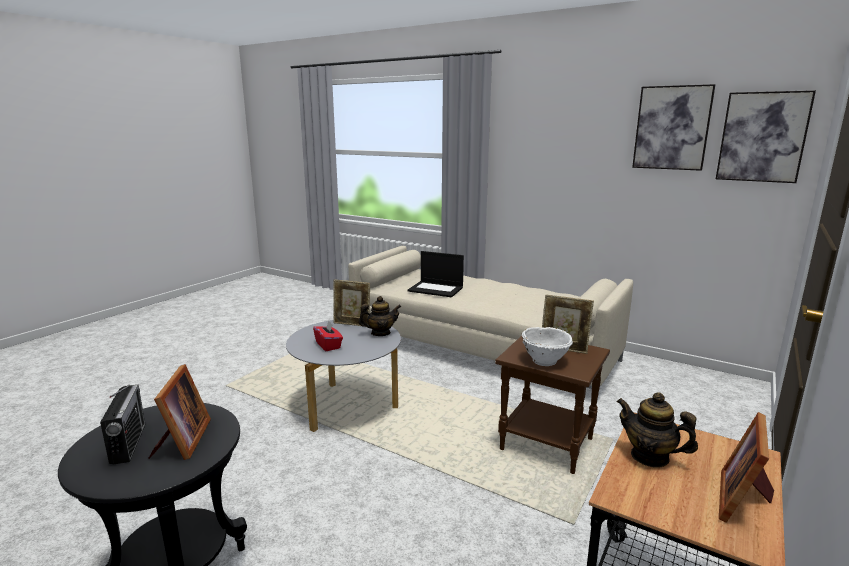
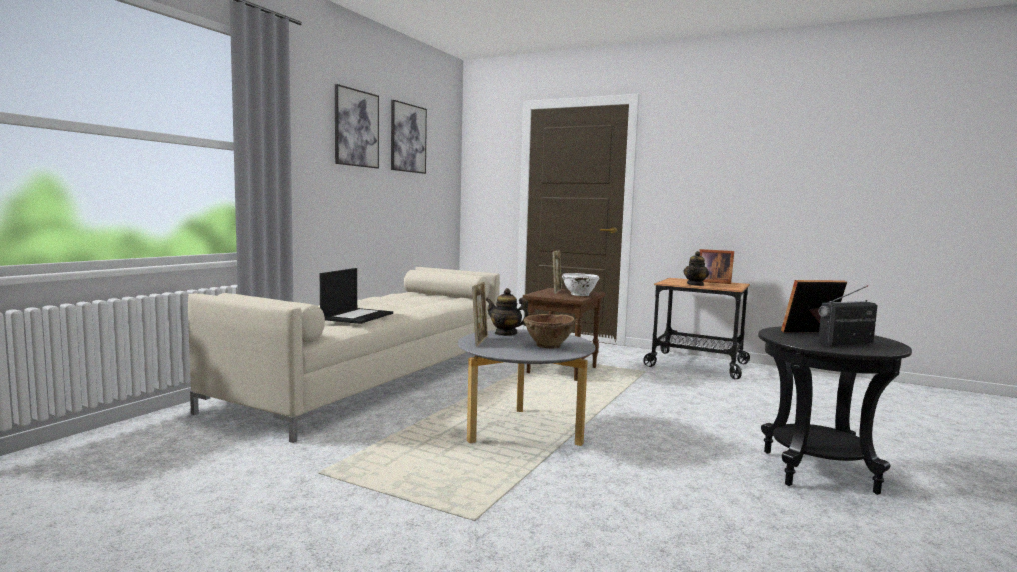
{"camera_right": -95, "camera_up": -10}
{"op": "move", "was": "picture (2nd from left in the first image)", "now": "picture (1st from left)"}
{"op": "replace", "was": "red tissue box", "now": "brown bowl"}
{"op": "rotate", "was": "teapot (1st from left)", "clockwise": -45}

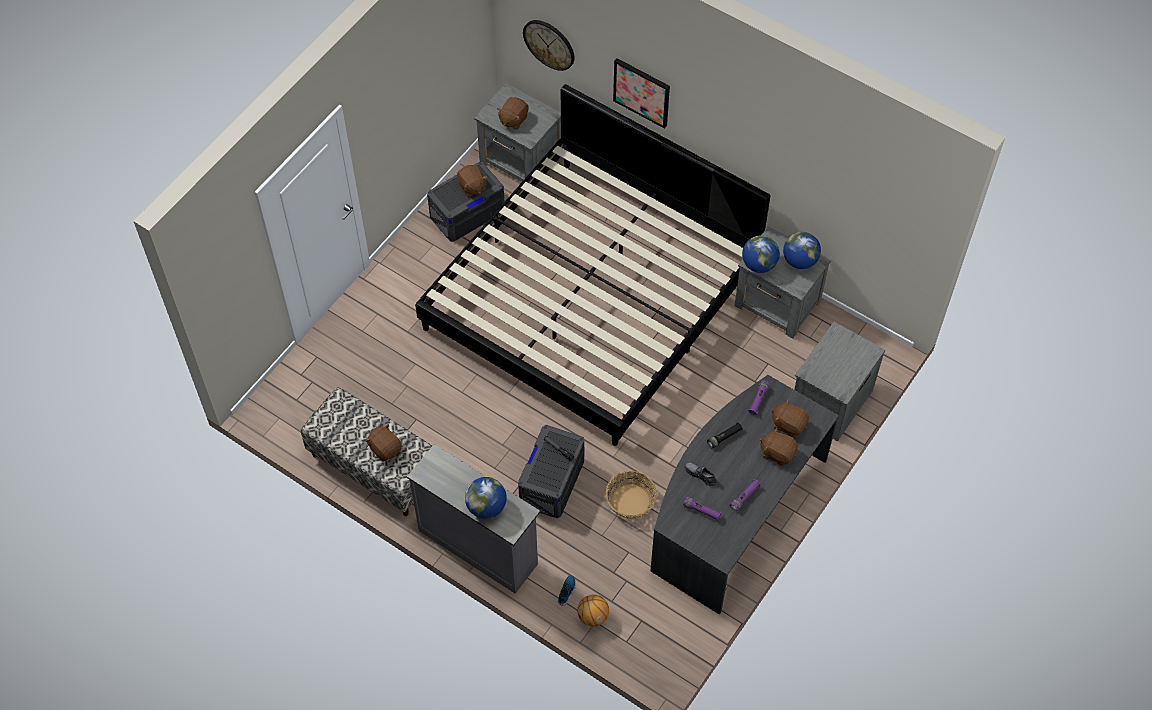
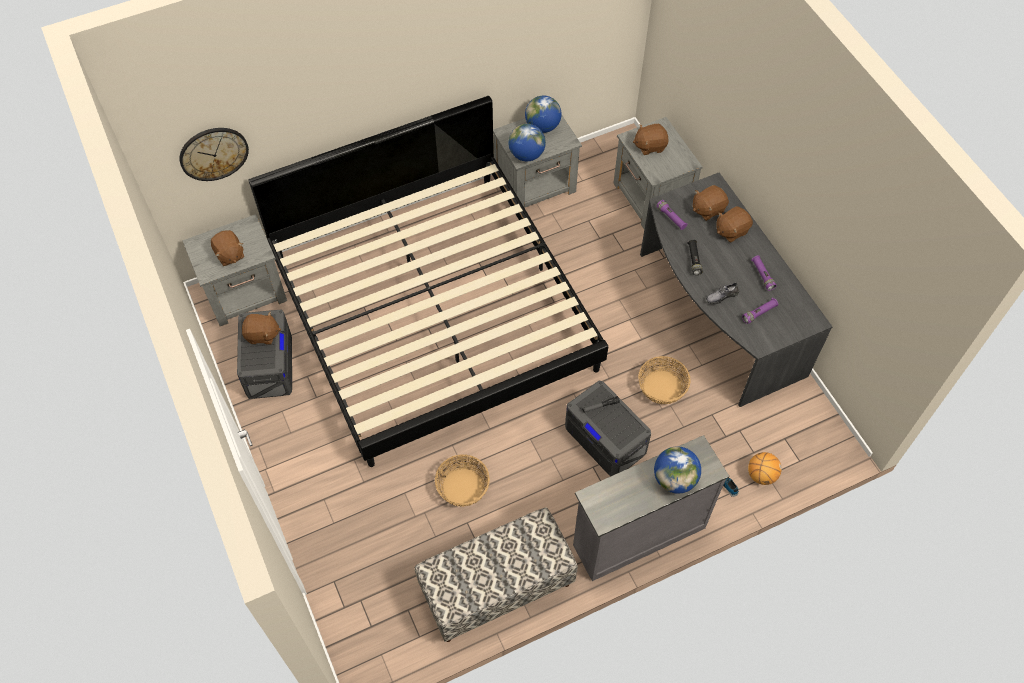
{"camera_right": -60, "camera_up": 0}
{"op": "delete", "was": "picture"}
{"op": "insert", "now": "basket (1st from left)"}
{"op": "move", "was": "brown plush toy (1st from left in the first image)", "now": "brown plush toy (3rd from left)"}

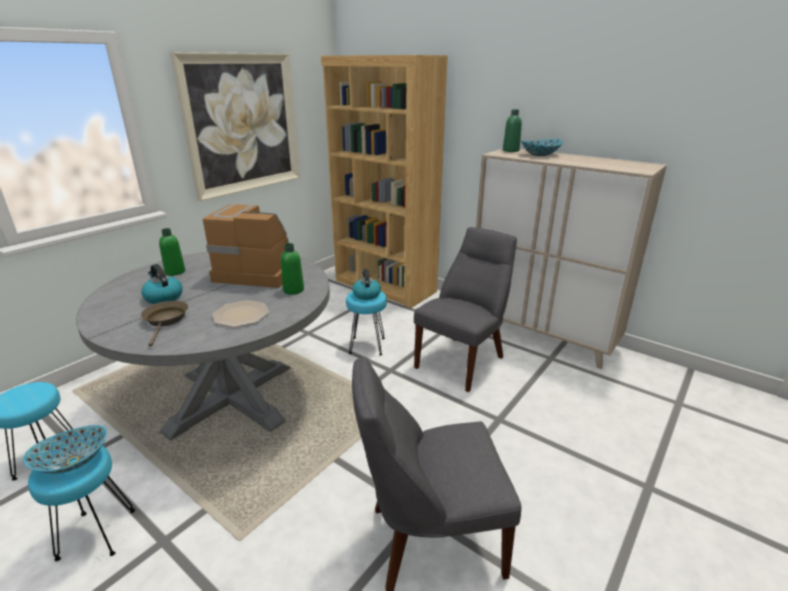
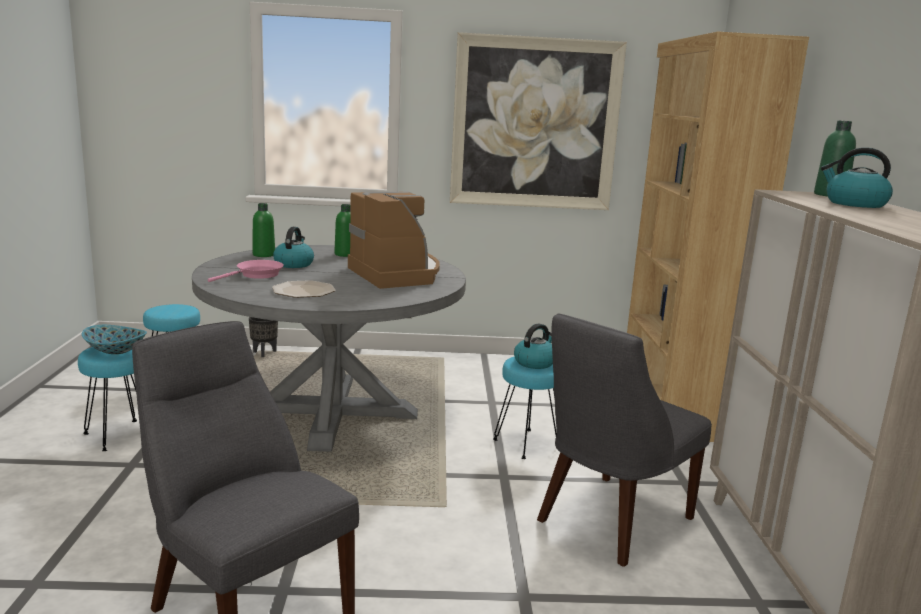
{"camera_right": 50, "camera_up": -10}
{"op": "insert", "now": "black planter"}
{"op": "move", "was": "green bottle (2nd from left in the first image)", "now": "green bottle (1st from left)"}
{"op": "replace", "was": "bowl (2nd from left)", "now": "kettle (3rd from left)"}
{"op": "recolor", "was": "brown frying pan", "now": "pink frying pan"}
{"op": "rotate", "was": "grey chair (2nd from left)", "clockwise": 135}

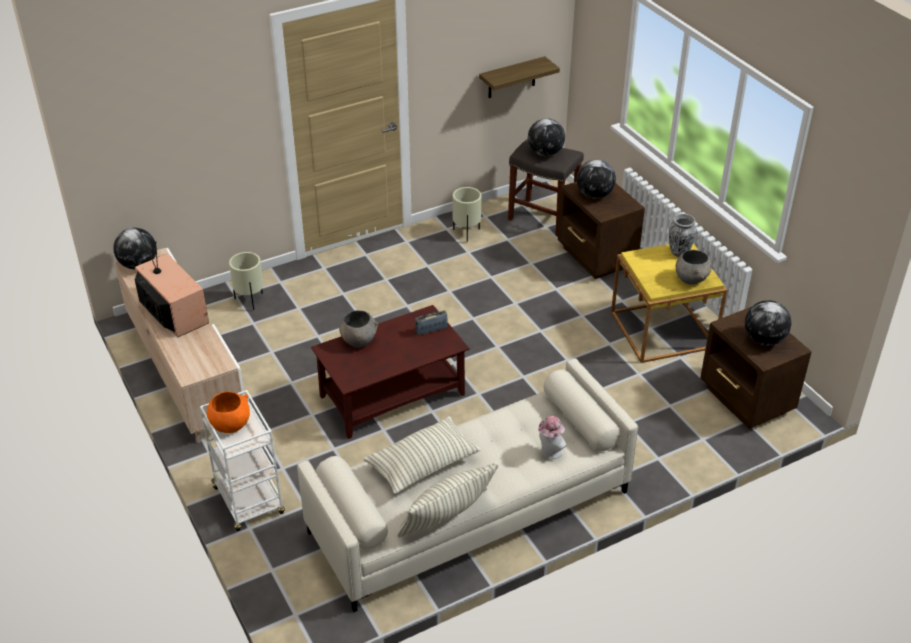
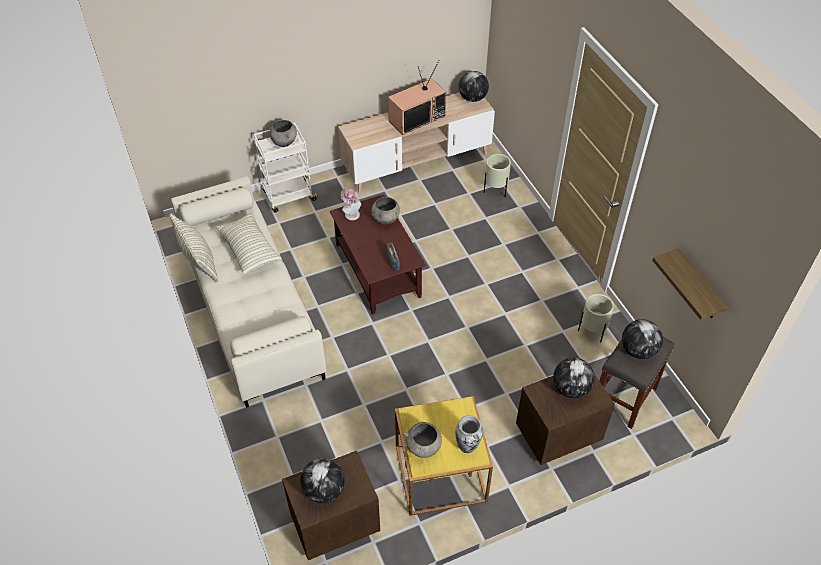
{"camera_right": 95, "camera_up": 10}
{"op": "move", "was": "hat"}
{"op": "recolor", "was": "orange bowl", "now": "grey bowl (1st from left)"}

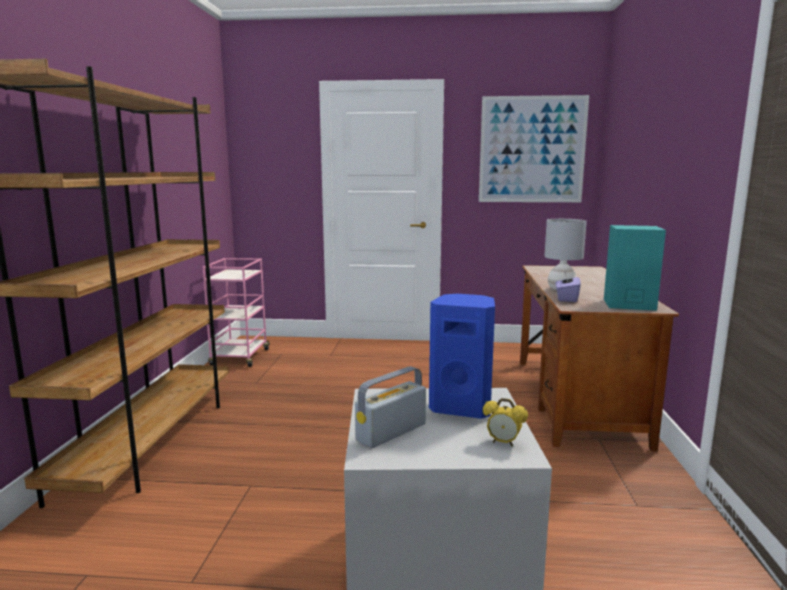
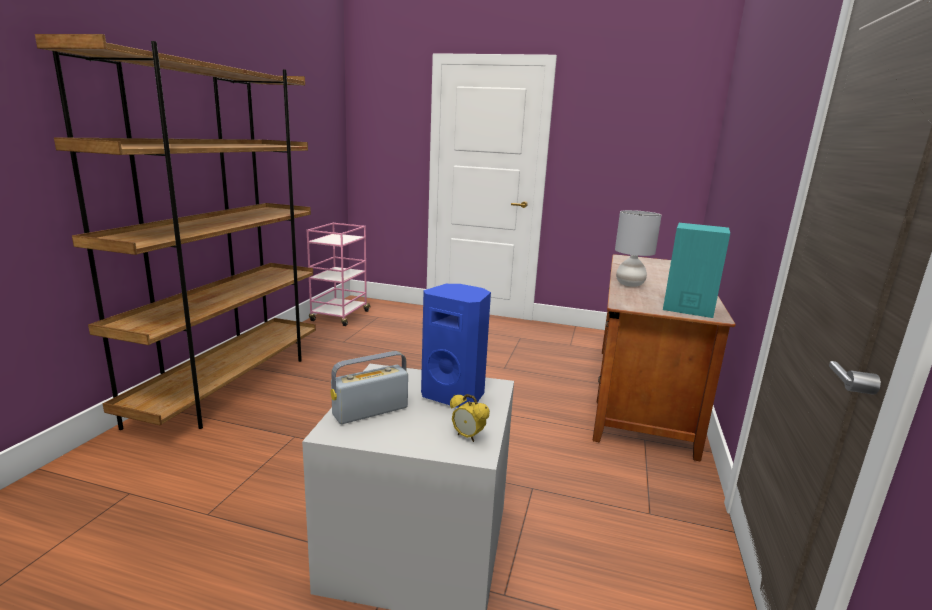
{"camera_right": 10, "camera_up": 5}
{"op": "delete", "was": "picture"}
{"op": "delete", "was": "purple tissue box"}

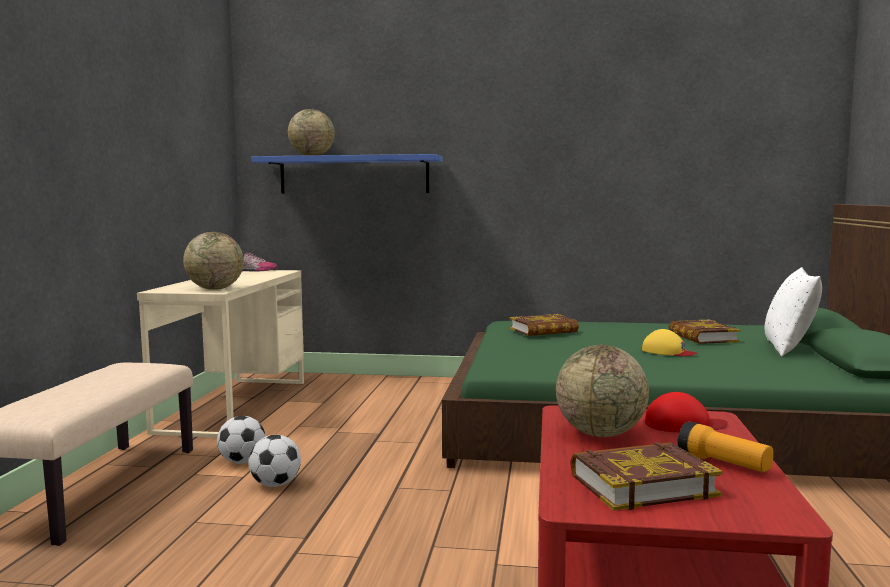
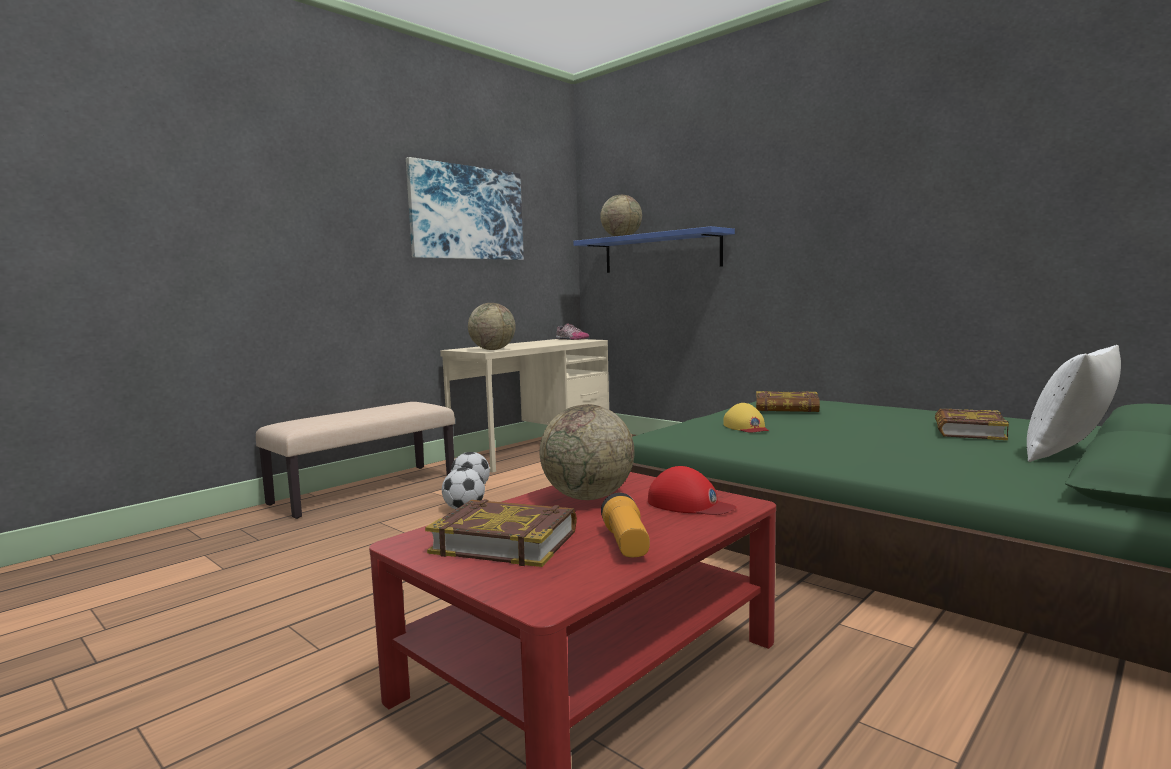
{"camera_right": 35, "camera_up": 0}
{"op": "insert", "now": "picture"}
{"op": "move", "was": "yellow cap"}

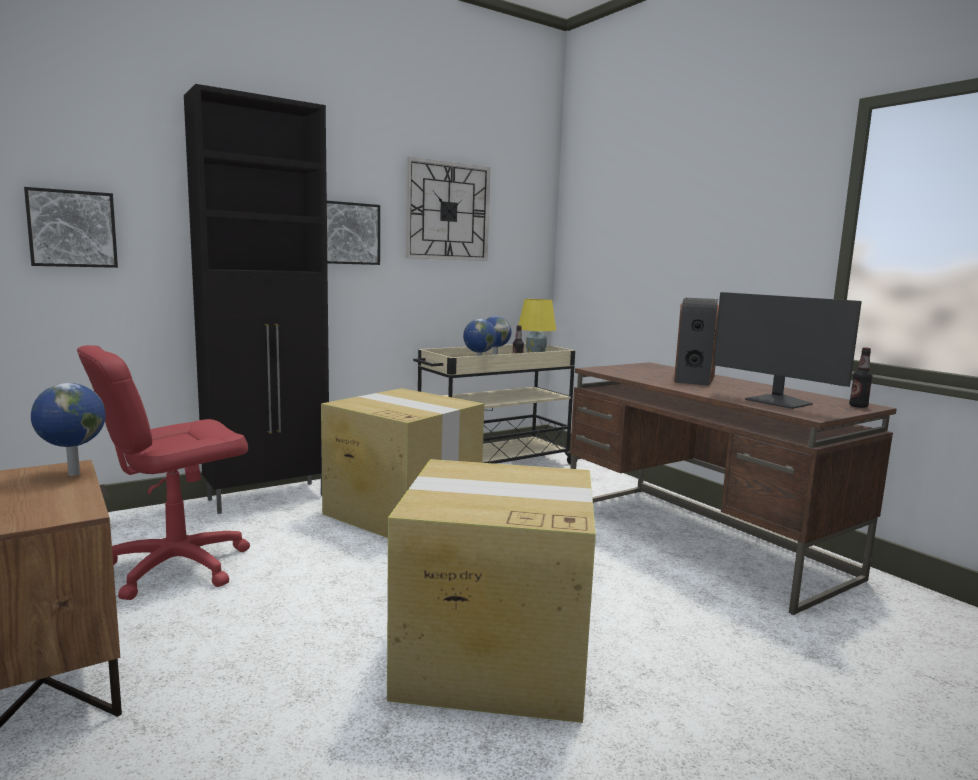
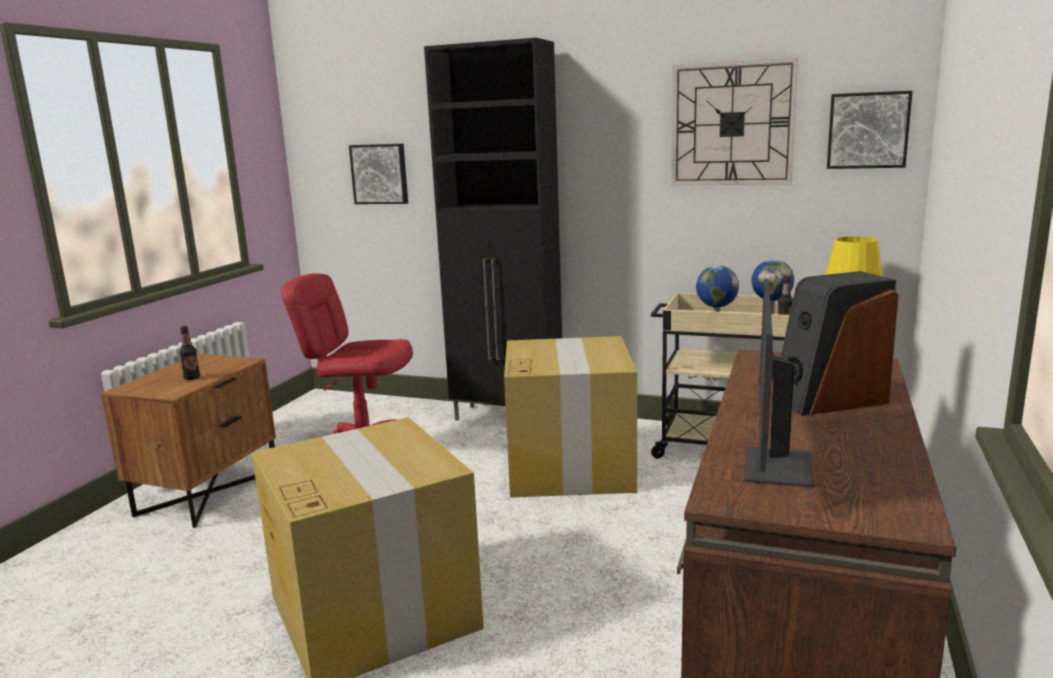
{"camera_right": 55, "camera_up": 5}
{"op": "delete", "was": "globe (1st from left)"}
{"op": "move", "was": "picture (2nd from left)"}
{"op": "move", "was": "bottle (2nd from left in the first image)", "now": "bottle (1st from left)"}

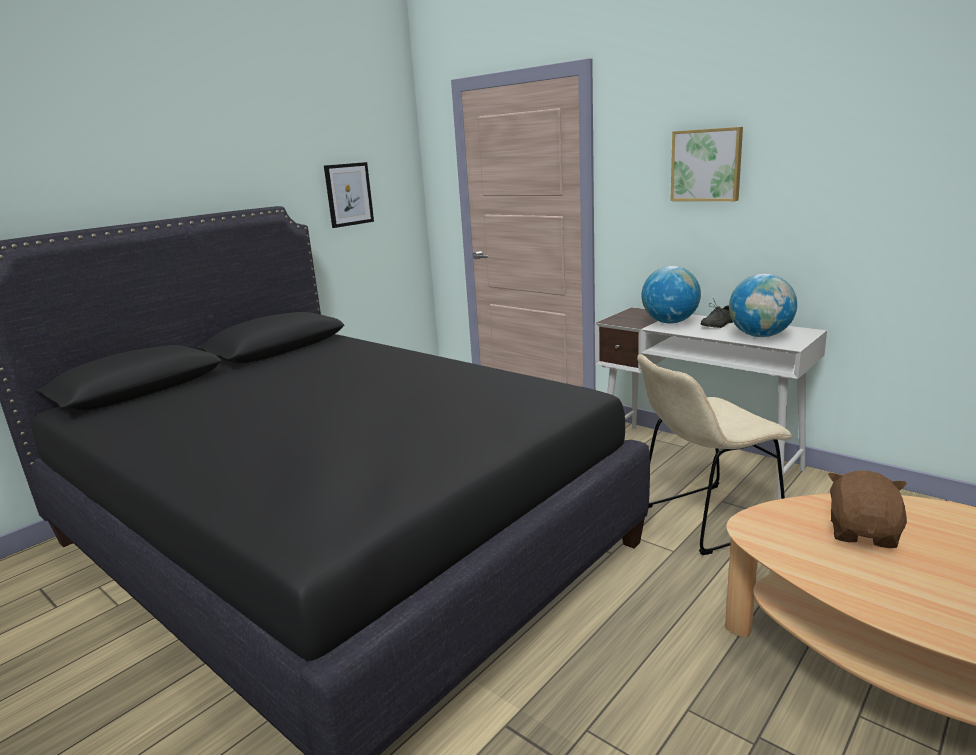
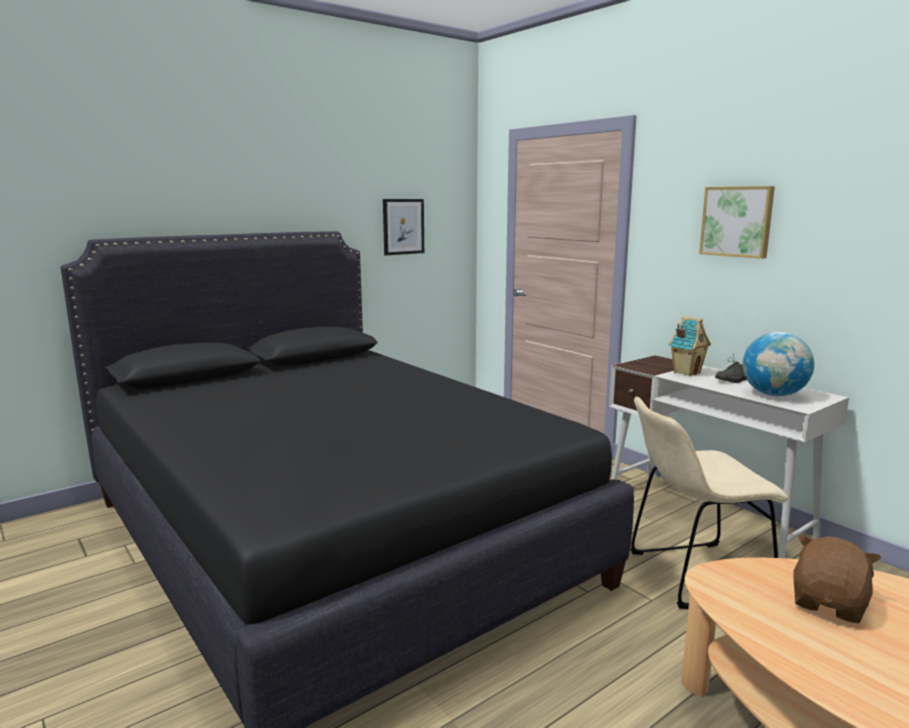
{"camera_right": 10, "camera_up": -5}
{"op": "replace", "was": "globe (1st from left)", "now": "toy house"}

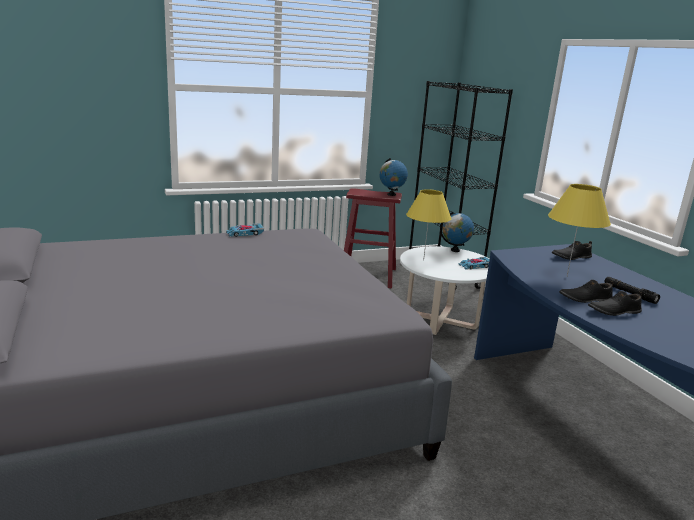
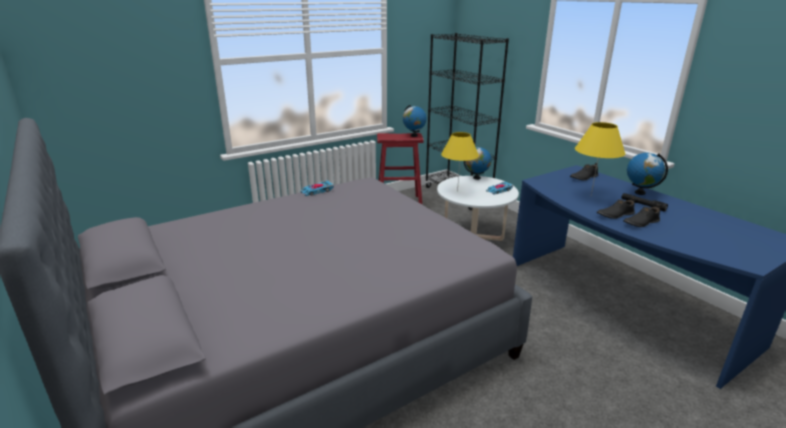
{"camera_right": -10, "camera_up": 5}
{"op": "insert", "now": "globe (3rd from left)"}

